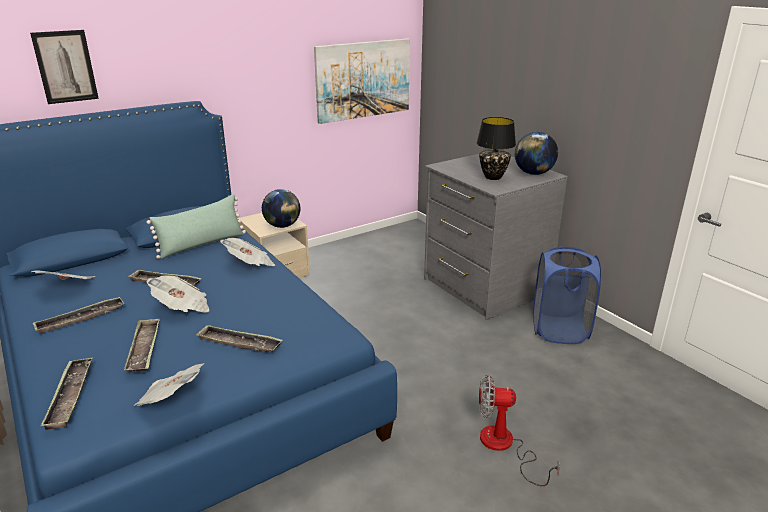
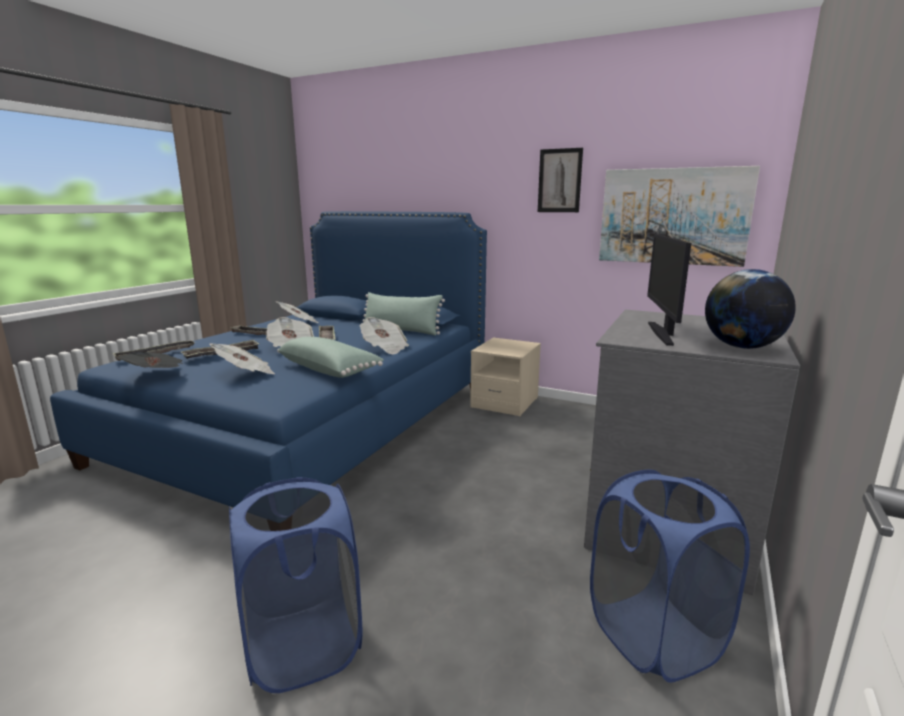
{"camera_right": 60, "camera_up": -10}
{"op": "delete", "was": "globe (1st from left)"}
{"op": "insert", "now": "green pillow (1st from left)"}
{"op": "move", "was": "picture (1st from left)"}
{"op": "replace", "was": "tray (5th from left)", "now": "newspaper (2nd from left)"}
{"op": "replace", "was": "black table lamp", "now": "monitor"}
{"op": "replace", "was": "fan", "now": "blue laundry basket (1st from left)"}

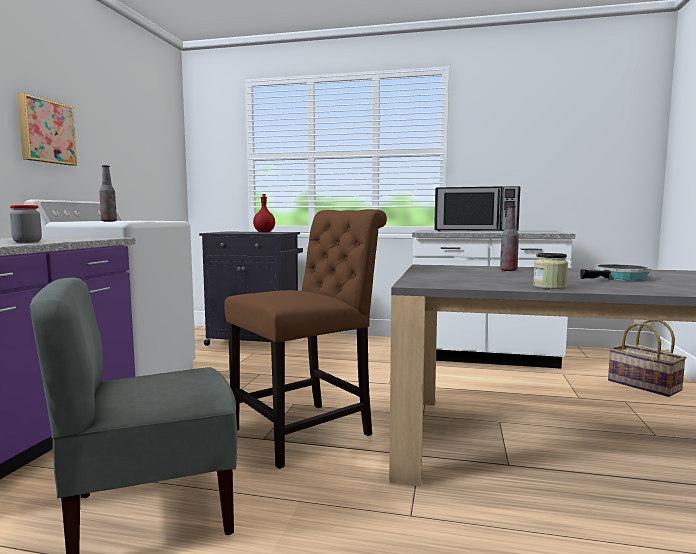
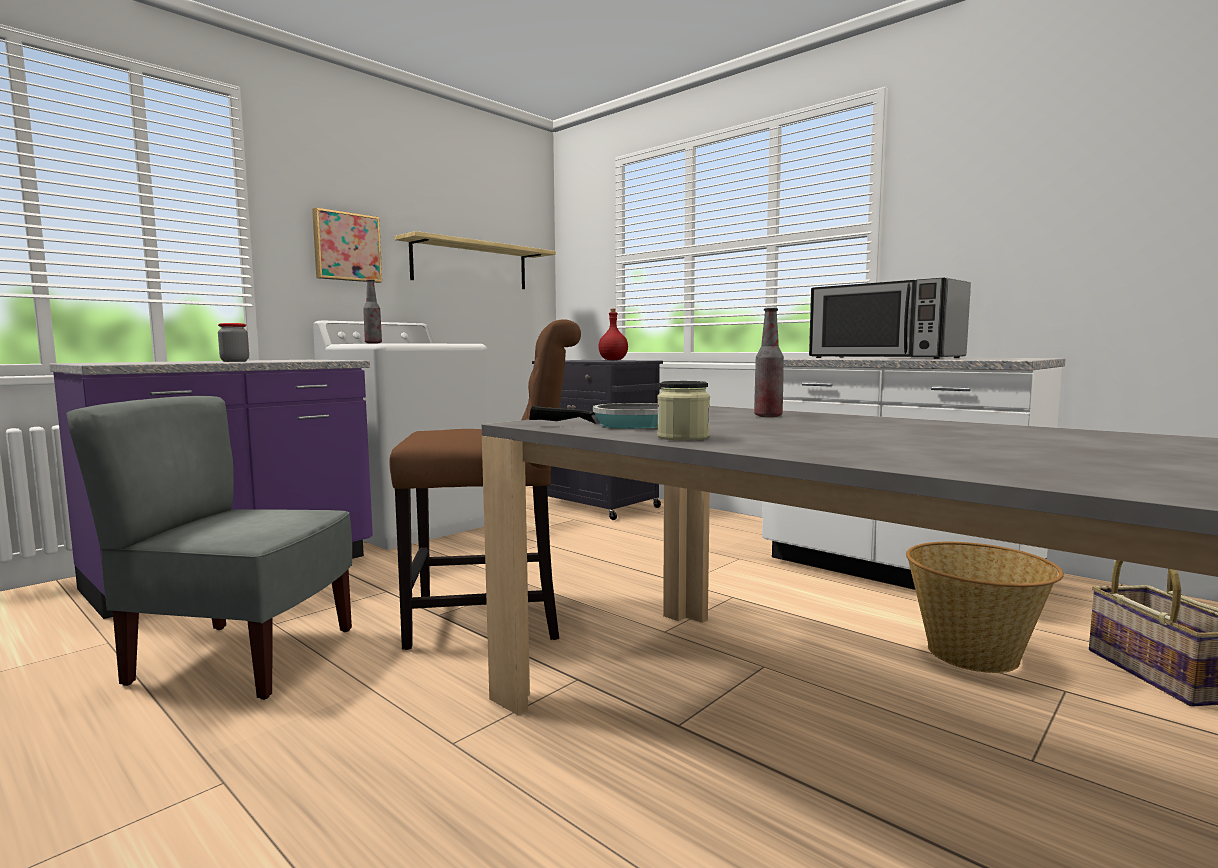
{"camera_right": 30, "camera_up": 0}
{"op": "insert", "now": "shelf"}
{"op": "insert", "now": "basket (1st from left)"}
{"op": "move", "was": "frying pan"}

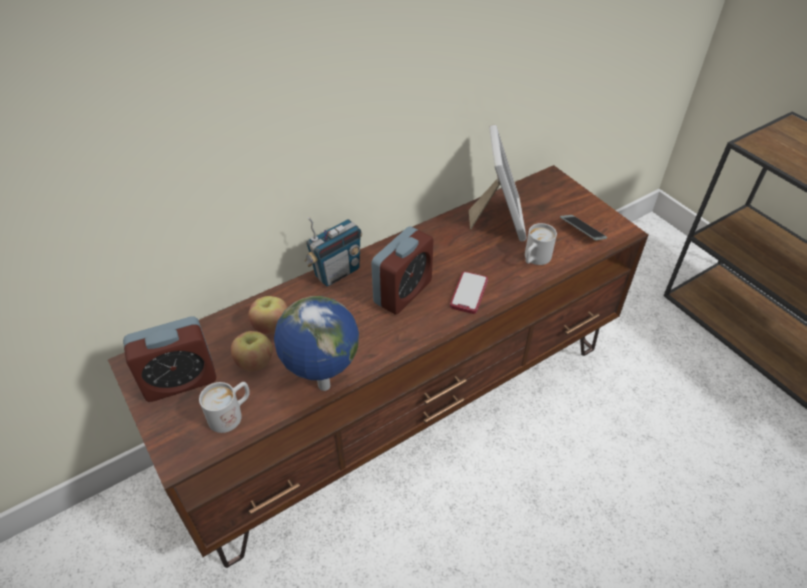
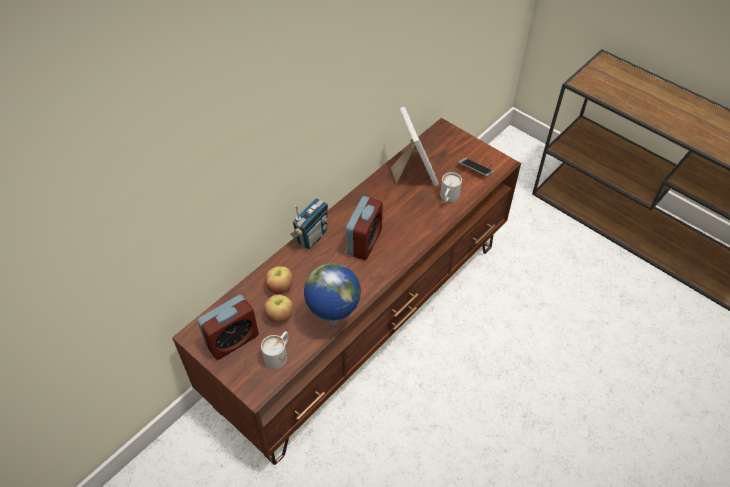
{"camera_right": -15, "camera_up": 5}
{"op": "delete", "was": "phone (1st from left)"}

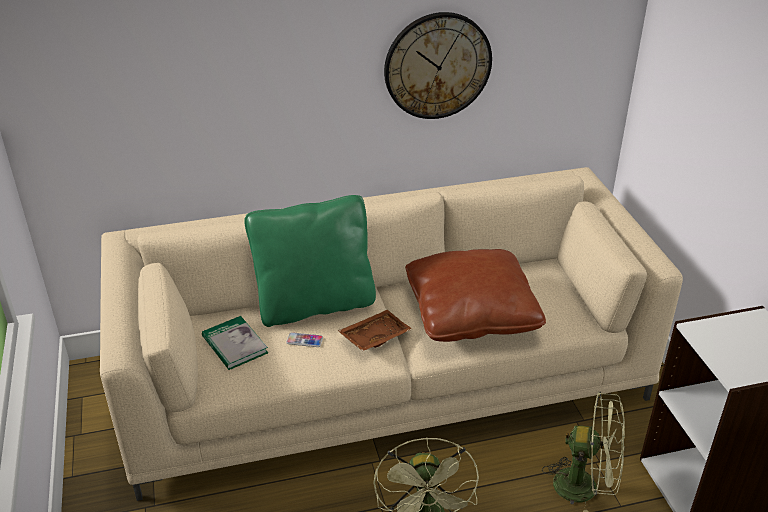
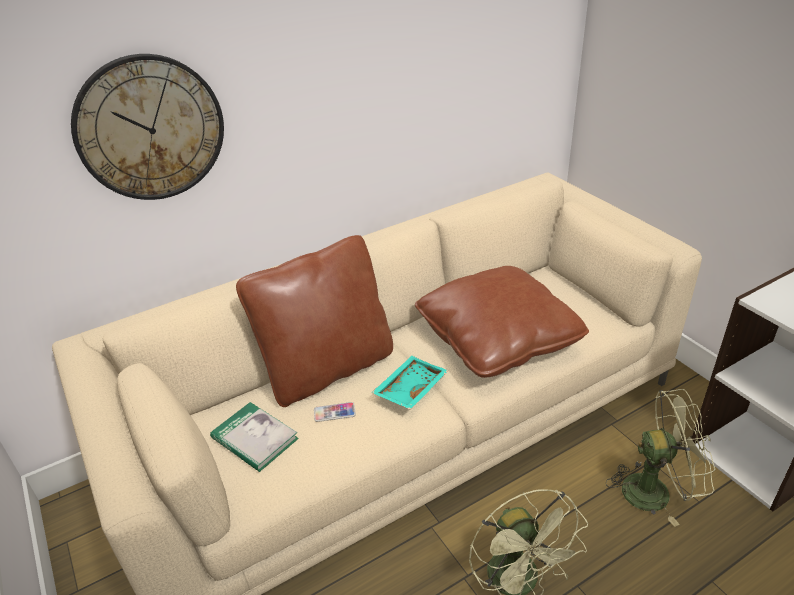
{"camera_right": -15, "camera_up": 0}
{"op": "move", "was": "wall clock"}
{"op": "recolor", "was": "green pillow", "now": "brown pillow (1st from left)"}
{"op": "recolor", "was": "brown tray", "now": "turquoise tray"}

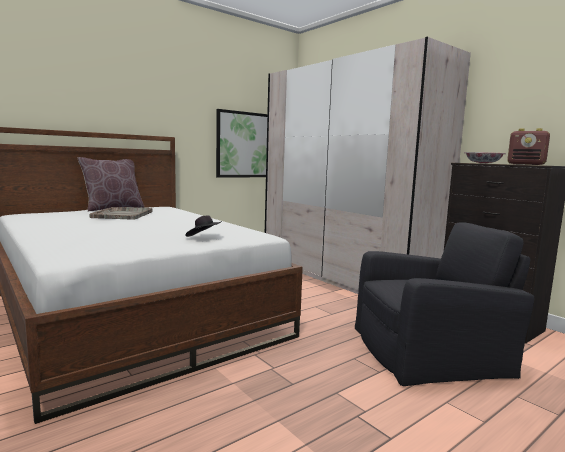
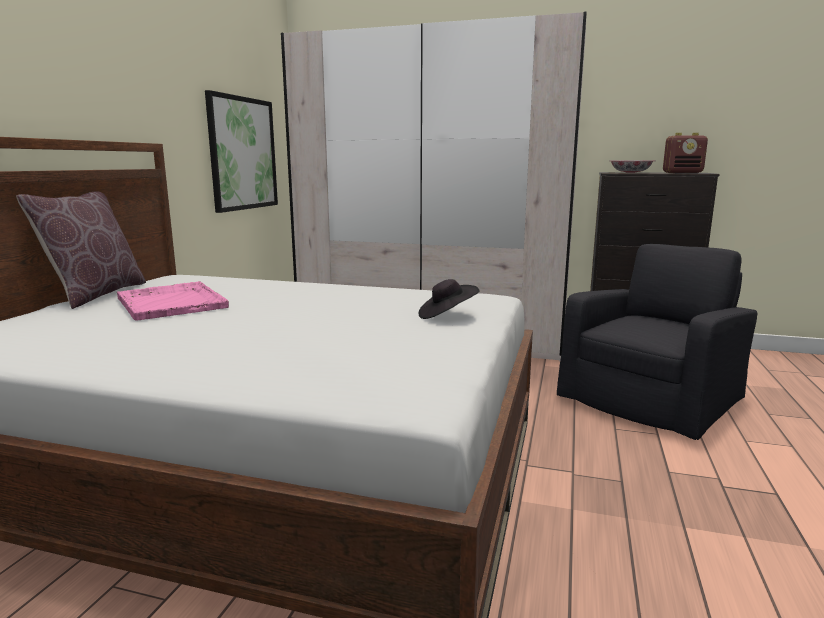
{"camera_right": -35, "camera_up": 5}
{"op": "recolor", "was": "grey tray", "now": "pink tray"}

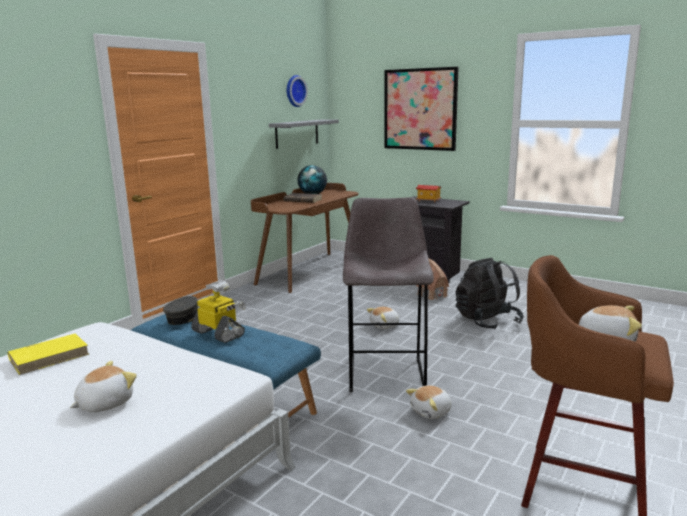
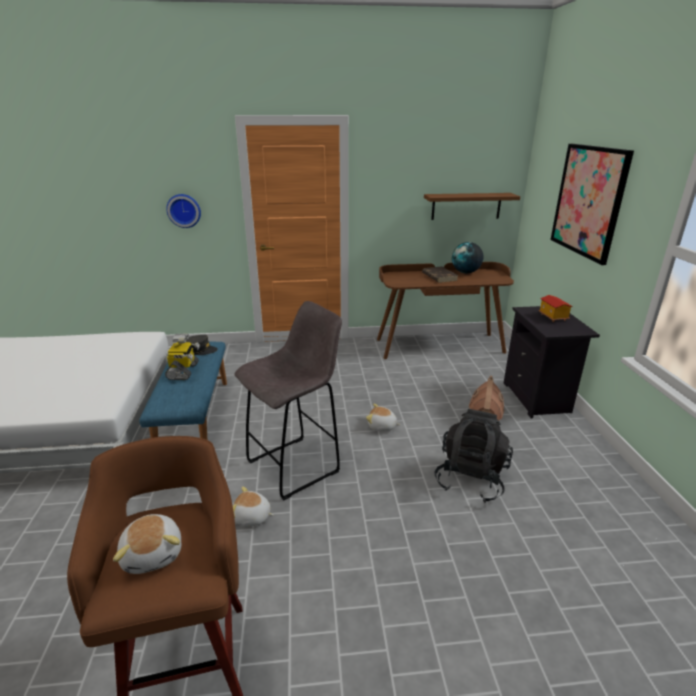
{"camera_right": 50, "camera_up": 10}
{"op": "delete", "was": "yellow book"}
{"op": "delete", "was": "plush toy (1st from left)"}
{"op": "move", "was": "wall clock"}
{"op": "recolor", "was": "grey shelf", "now": "brown shelf"}

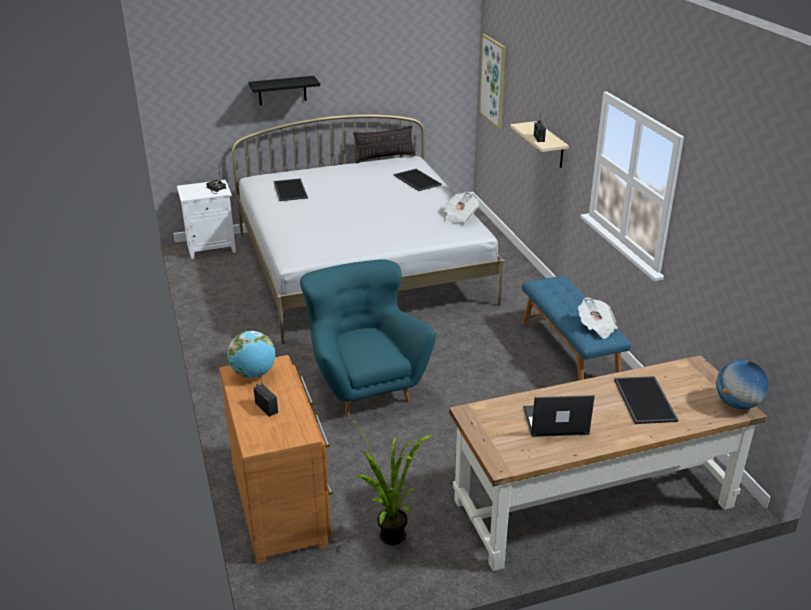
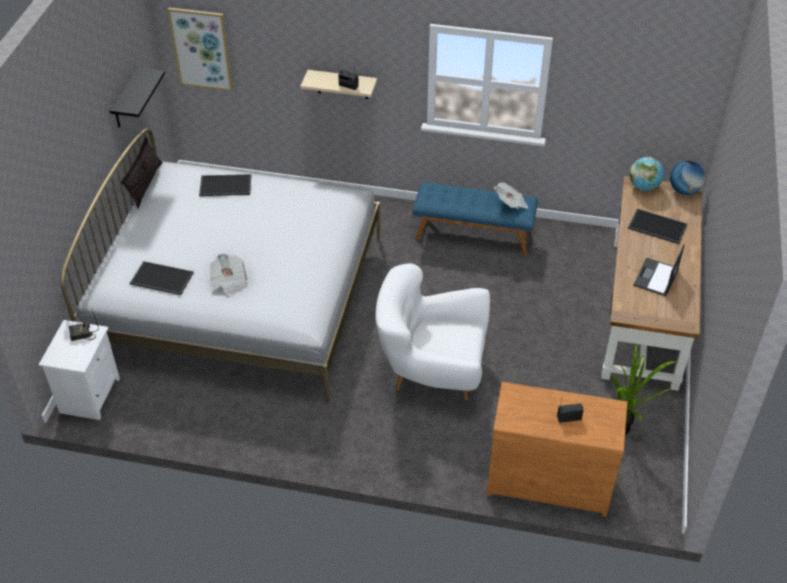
{"camera_right": -60, "camera_up": 15}
{"op": "move", "was": "globe (1st from left)"}
{"op": "move", "was": "black shelf"}
{"op": "move", "was": "newspaper (1st from left)"}
{"op": "recolor", "was": "turquoise armchair", "now": "white armchair"}

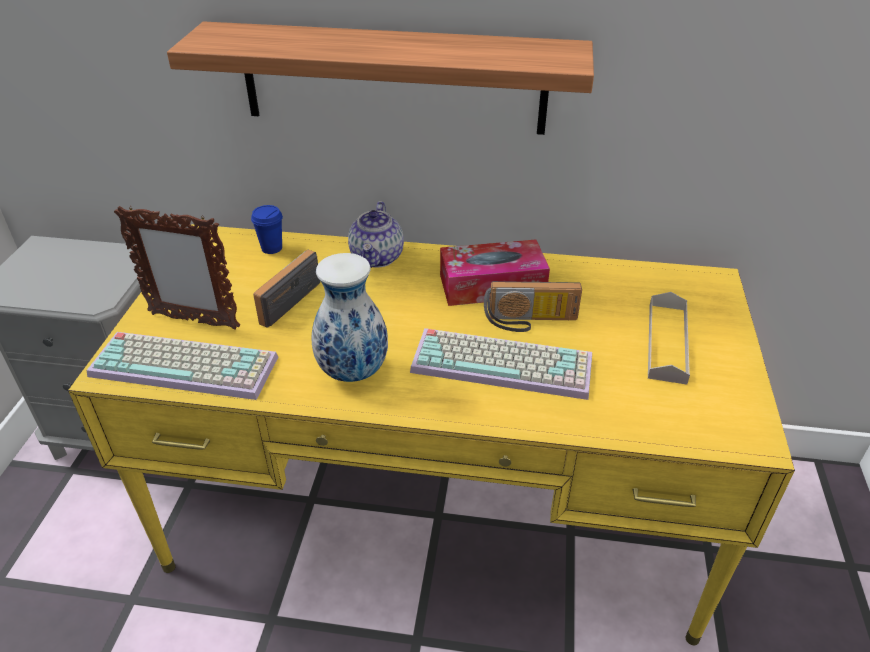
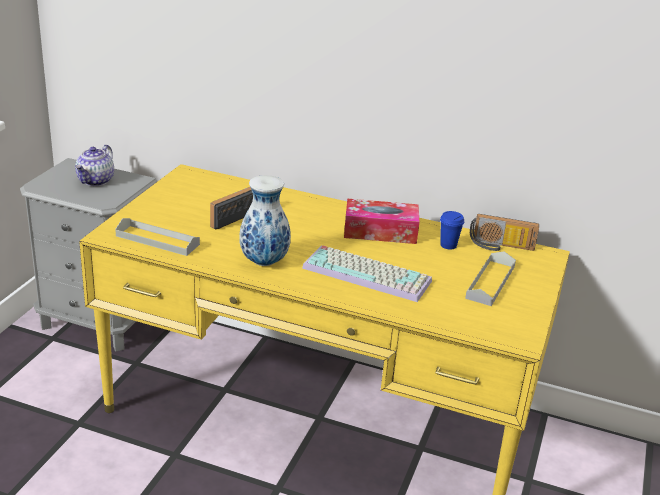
{"camera_right": 10, "camera_up": -10}
{"op": "delete", "was": "picture frame"}
{"op": "delete", "was": "shelf"}
{"op": "move", "was": "blue cup"}
{"op": "move", "was": "teapot"}
{"op": "move", "was": "radio (2nd from left)"}
{"op": "replace", "was": "keyboard (1st from left)", "now": "grey tray (1st from left)"}

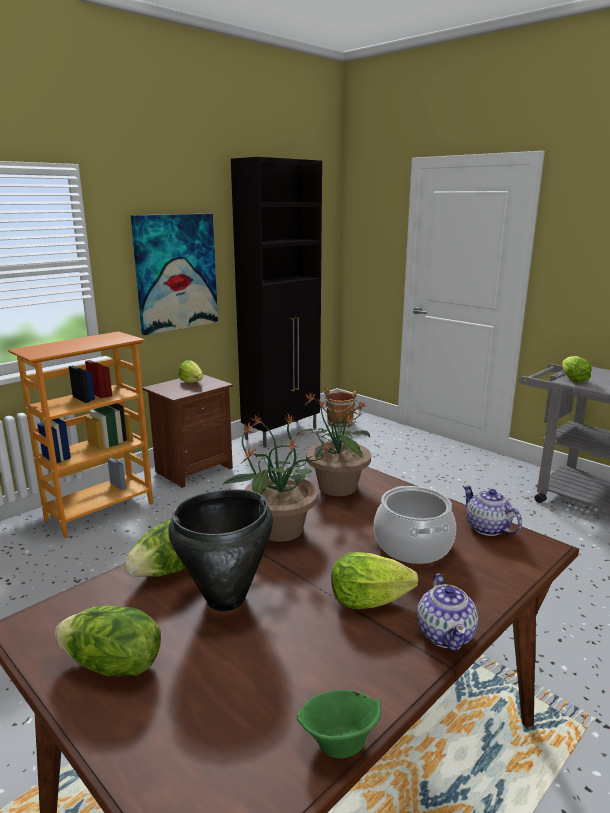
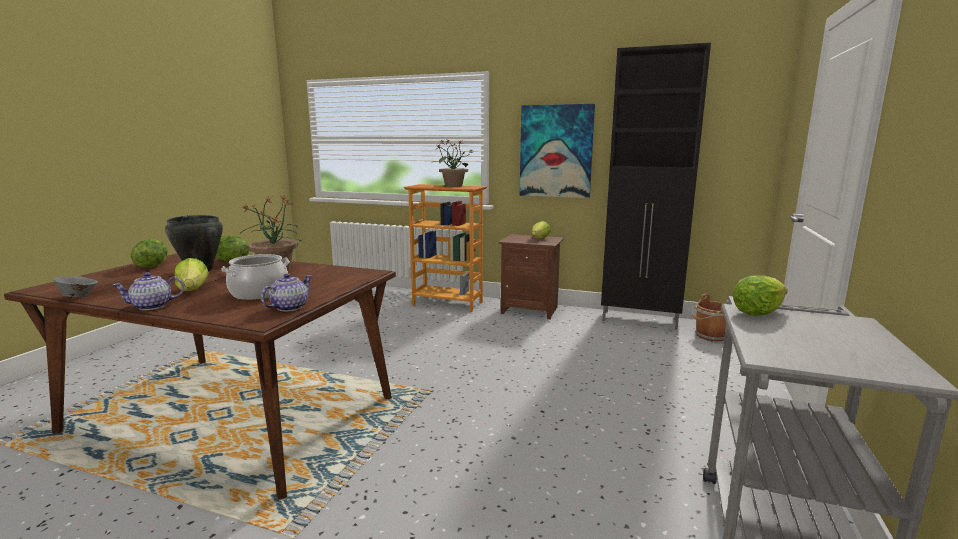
{"camera_right": 65, "camera_up": -5}
{"op": "move", "was": "potted plant (2nd from left)"}
{"op": "recolor", "was": "green bowl", "now": "grey bowl"}

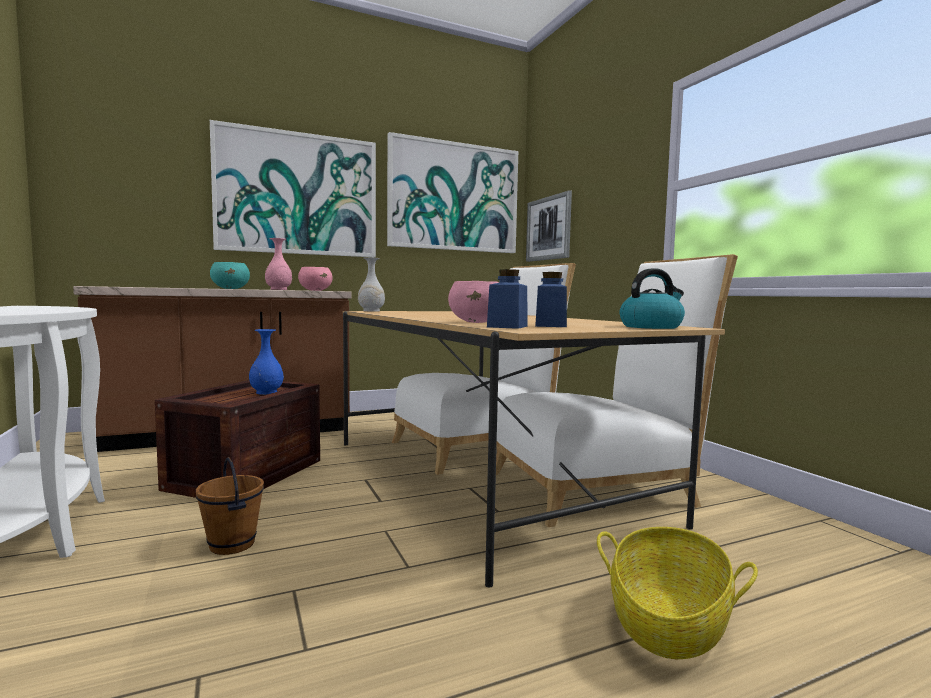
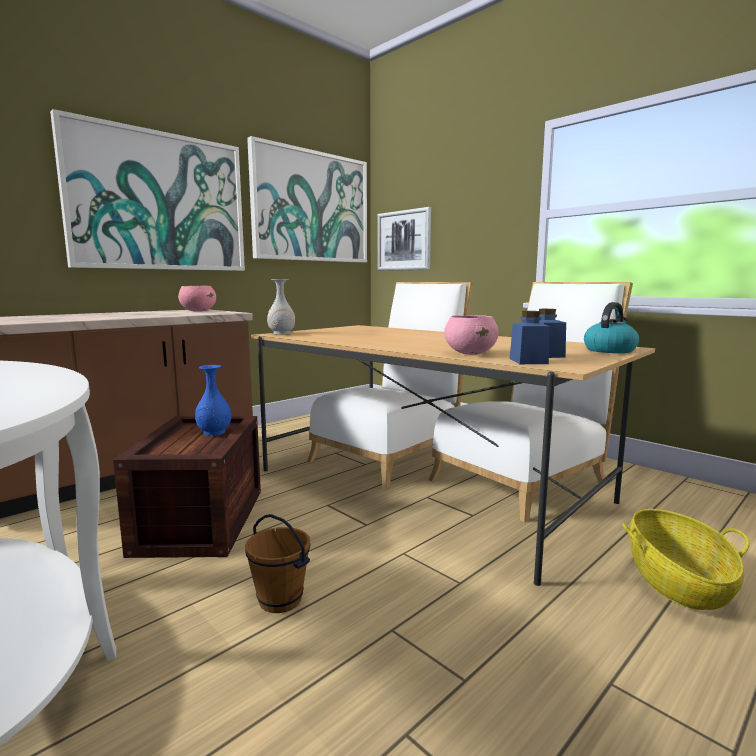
{"camera_right": -20, "camera_up": 5}
{"op": "delete", "was": "turquoise bowl"}
{"op": "delete", "was": "pink vase"}

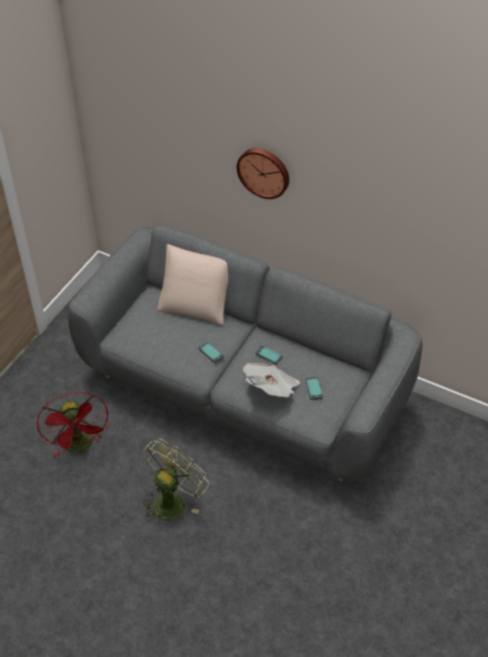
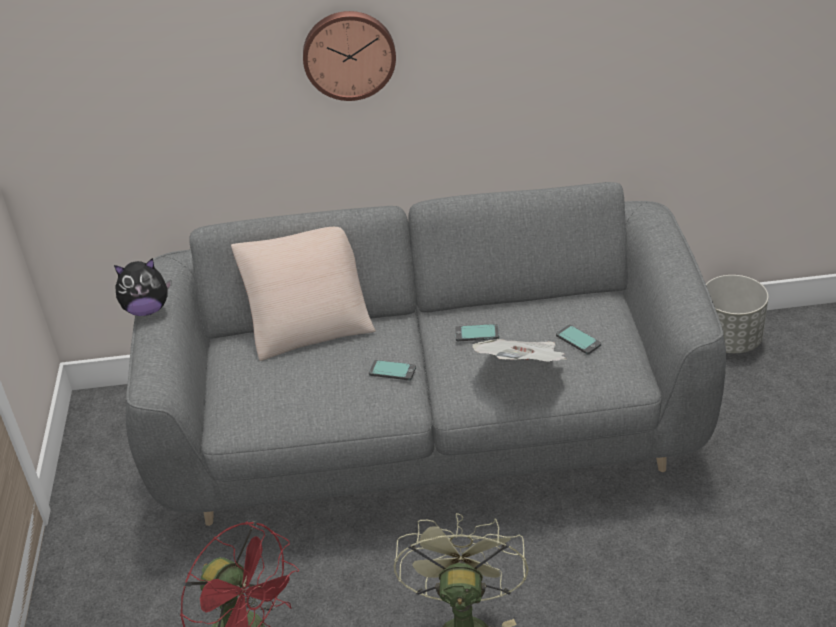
{"camera_right": -30, "camera_up": -10}
{"op": "insert", "now": "plush toy"}
{"op": "insert", "now": "grey planter"}

